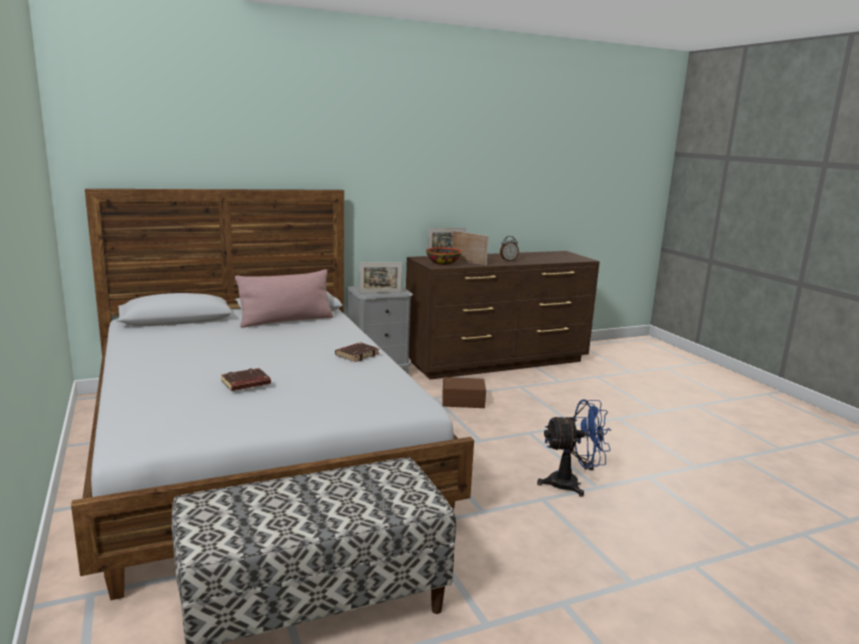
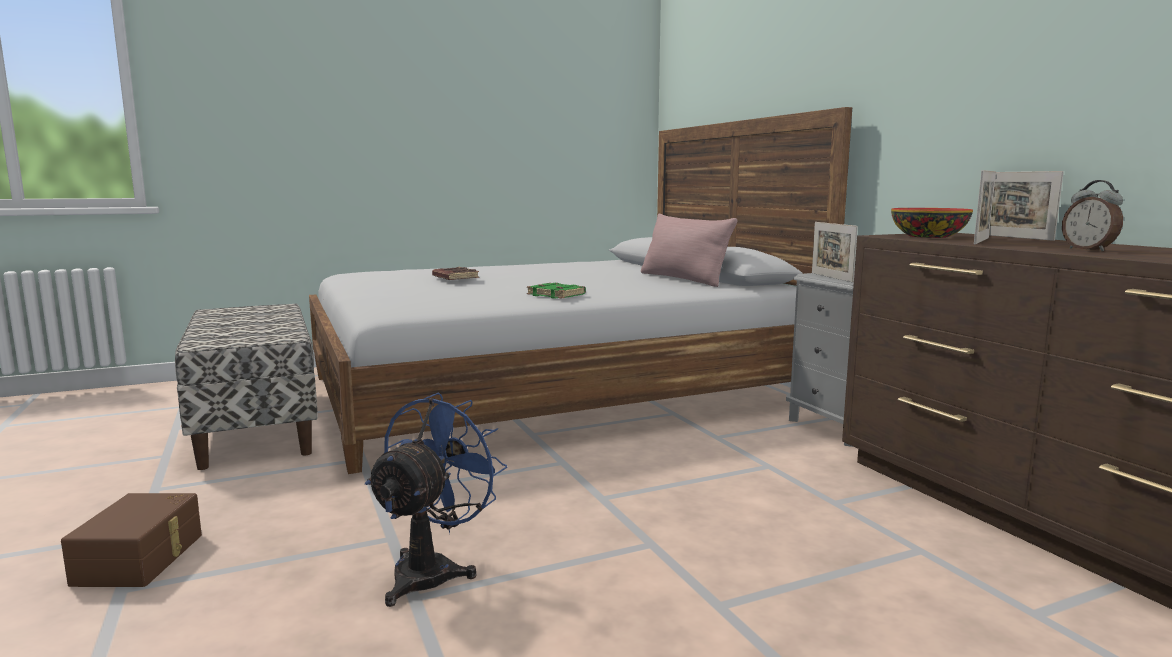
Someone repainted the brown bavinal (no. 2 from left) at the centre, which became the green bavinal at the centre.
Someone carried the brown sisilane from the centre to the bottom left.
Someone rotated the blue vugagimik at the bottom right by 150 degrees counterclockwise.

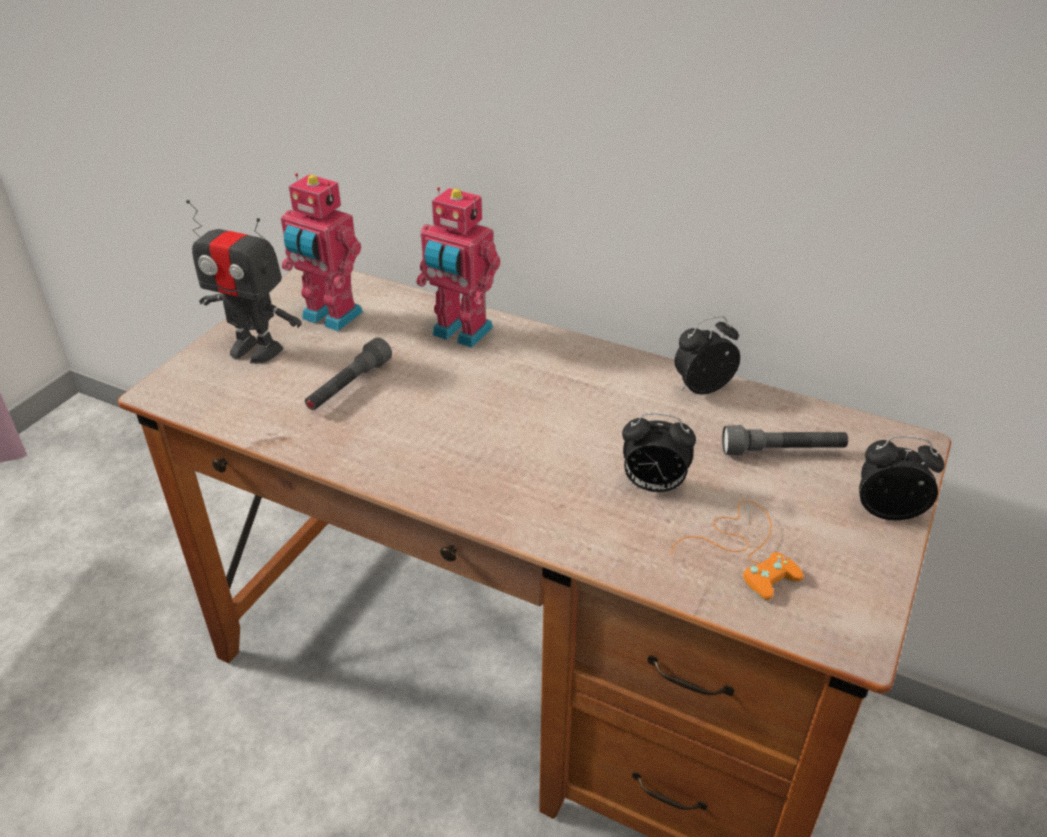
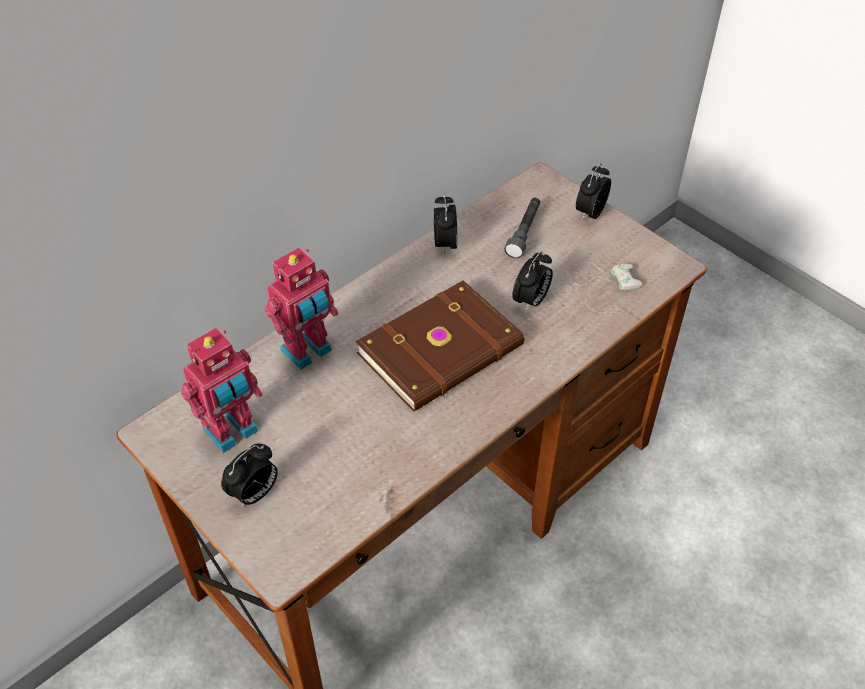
Someone swapped the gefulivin (no. 1 from left) at the middle left for the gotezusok (no. 1 from left) at the bottom left.
Someone took away the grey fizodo (no. 1 from left) at the middle left.
Someone repainted the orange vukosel at the middle right, which became the white vukosel at the middle right.
Someone put down the brown bavinal at the centre.

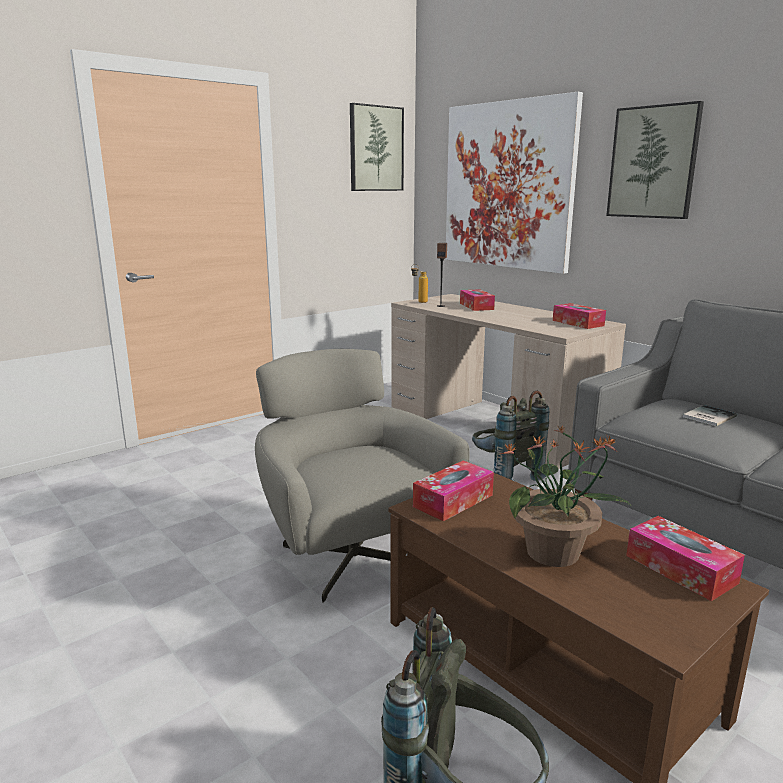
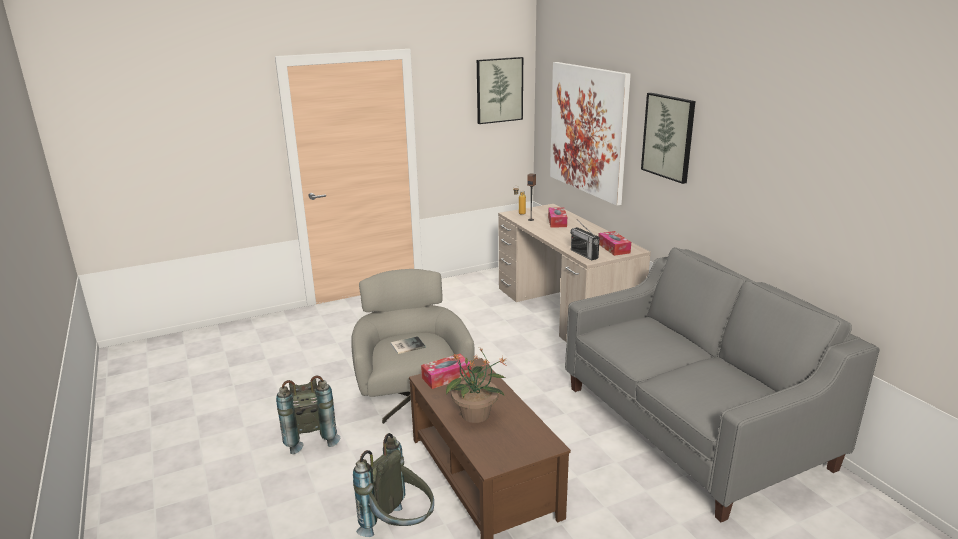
Someone carried the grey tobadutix (no. 2 from left in the first image) from the centre to the bottom left.
Someone carried the bavinal from the middle right to the centre.
Someone took away the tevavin (no. 4 from left) at the bottom right.
Someone put down the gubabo at the centre.

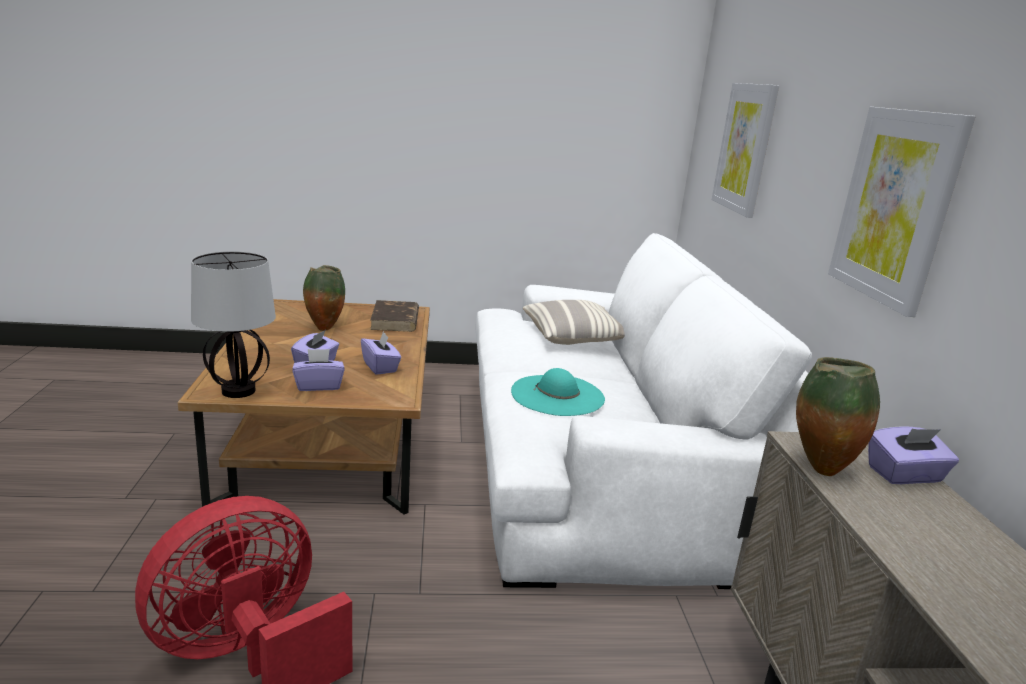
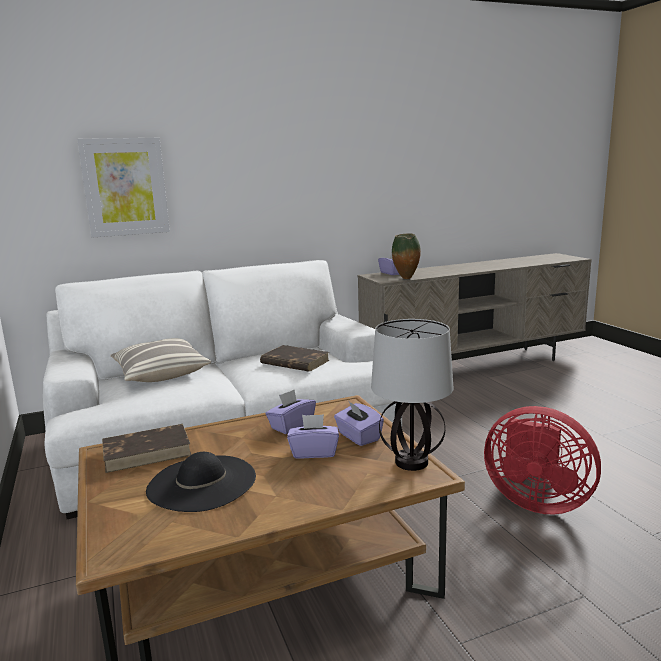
Someone took away the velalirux (no. 2 from left) at the top right.
Someone swapped the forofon (no. 1 from left) at the middle left for the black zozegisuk at the bottom left.
Someone swapped the turquoise zozegisuk at the centre for the brown bavinal (no. 2 from left) at the centre.

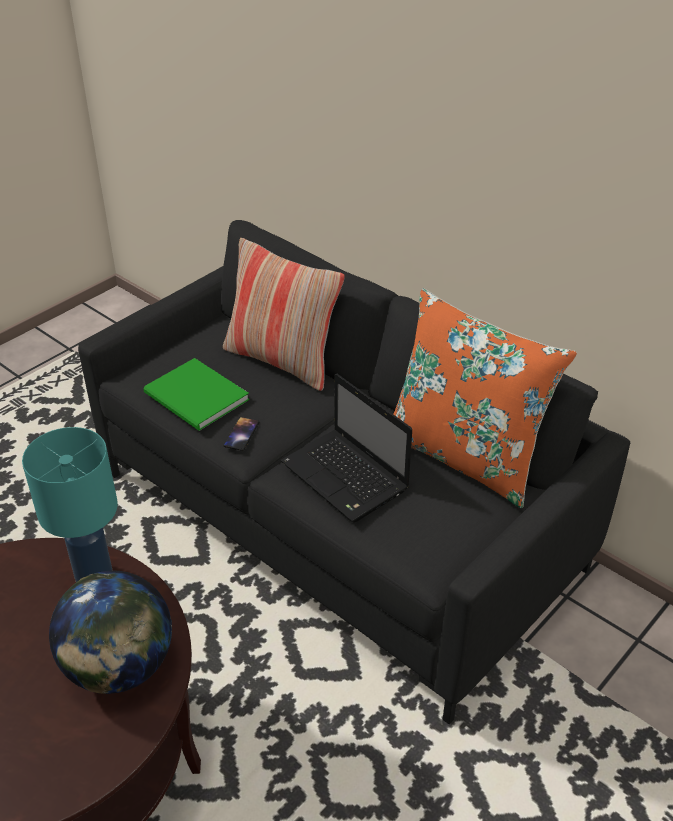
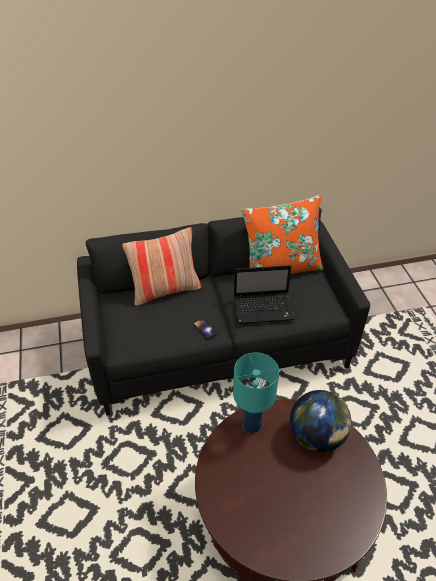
Someone took away the green bavinal at the middle left.

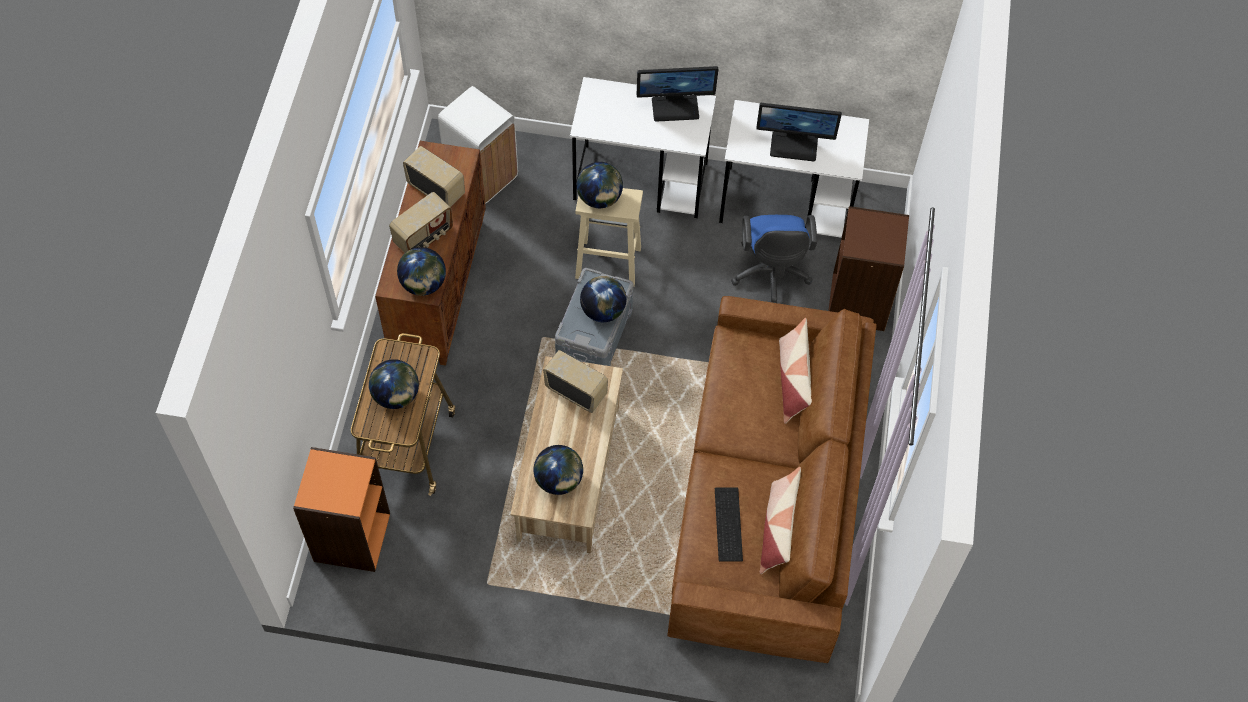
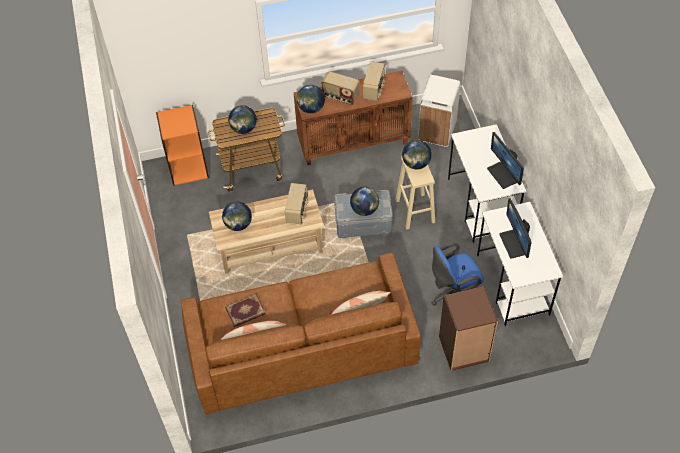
Someone swapped the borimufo at the bottom centre for the bavinal at the bottom centre.

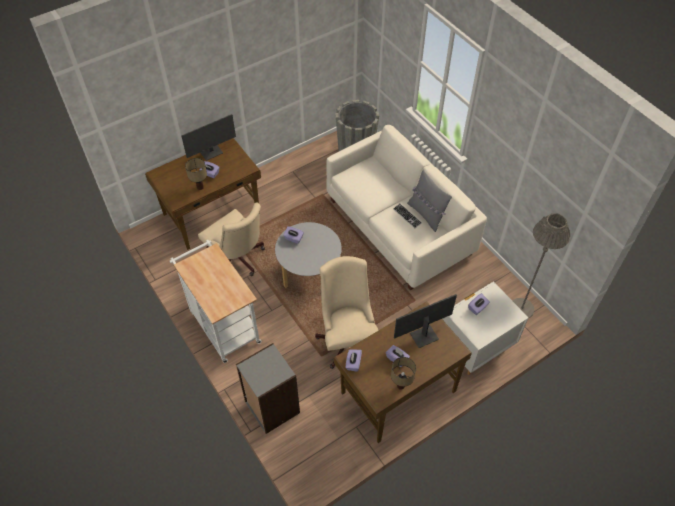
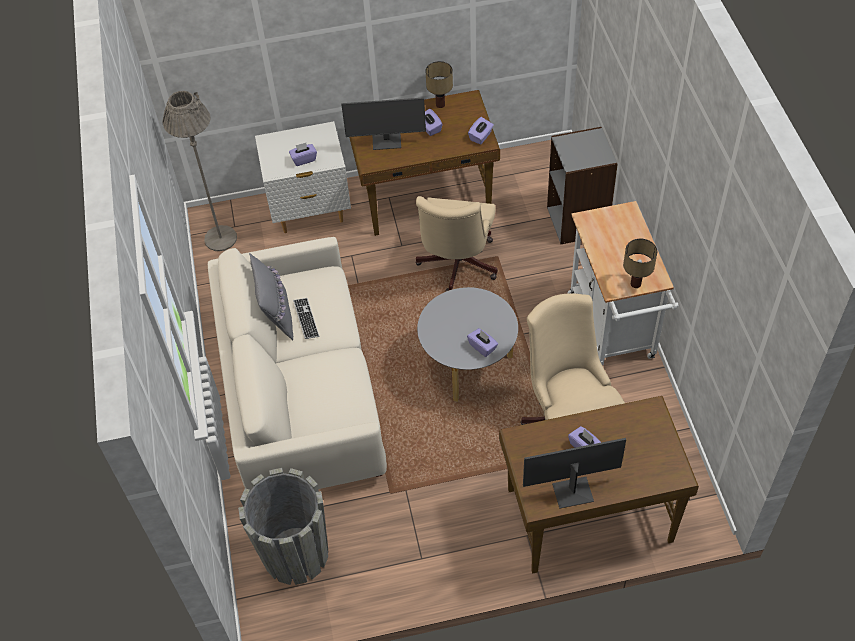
Someone carried the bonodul (no. 1 from left in the first image) from the middle left to the middle right.

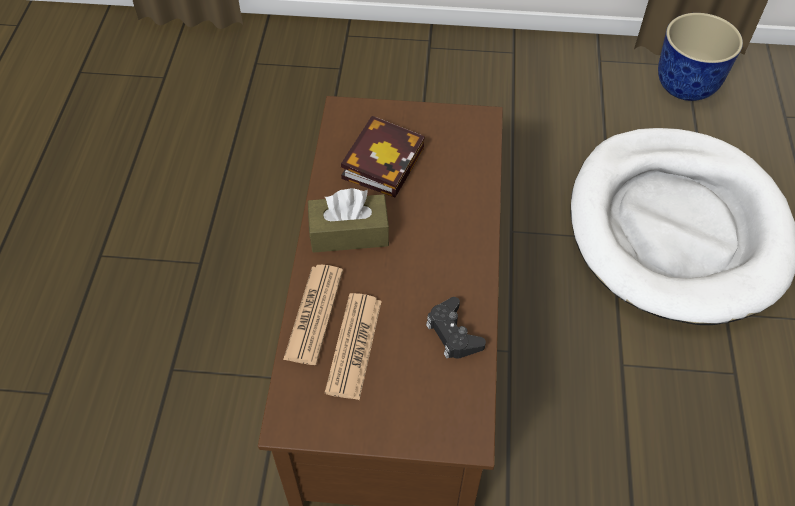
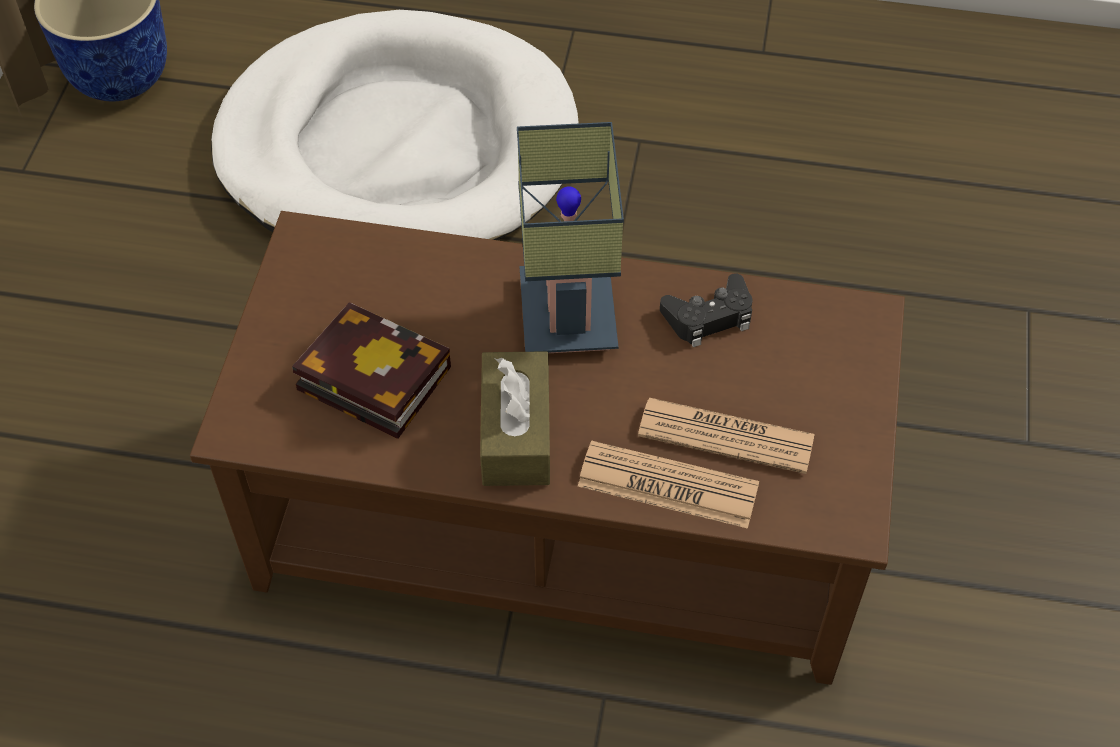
Someone put down the bonodul at the top centre.

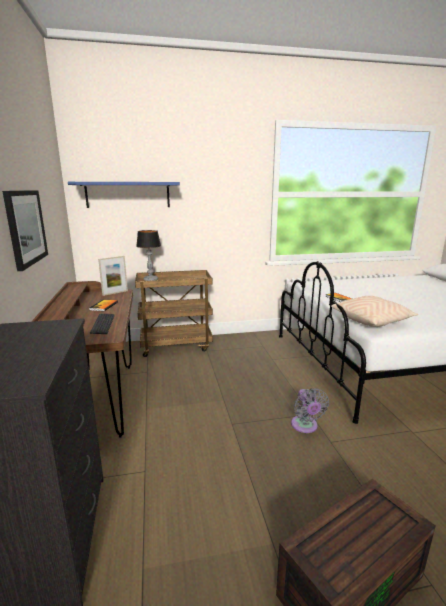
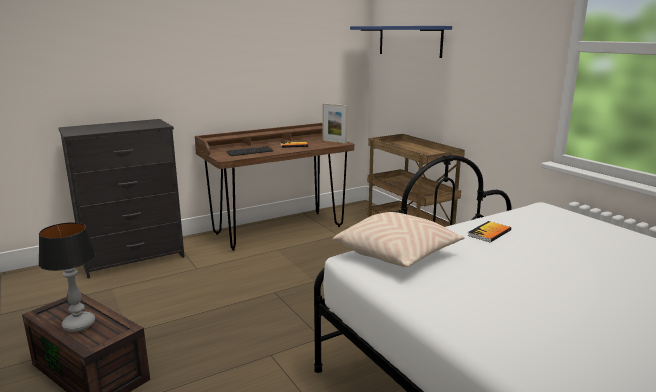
Someone took away the velalirux at the middle left.
Someone carried the bonodul from the middle left to the bottom left.
Someone took away the grey vugagimik at the bottom right.

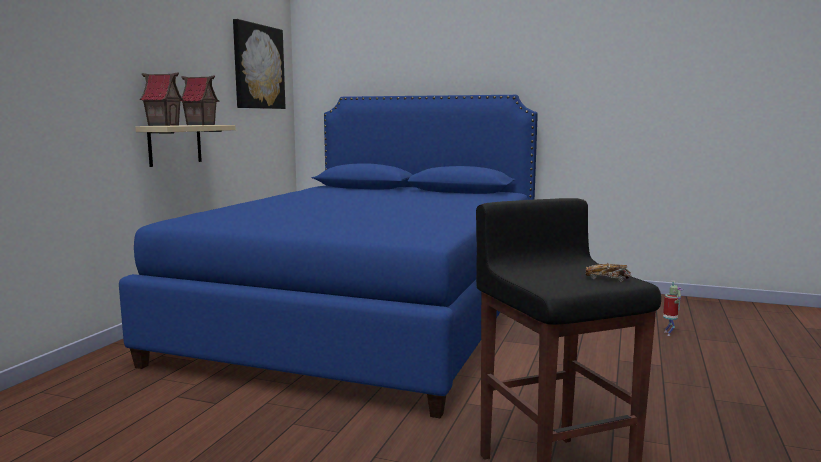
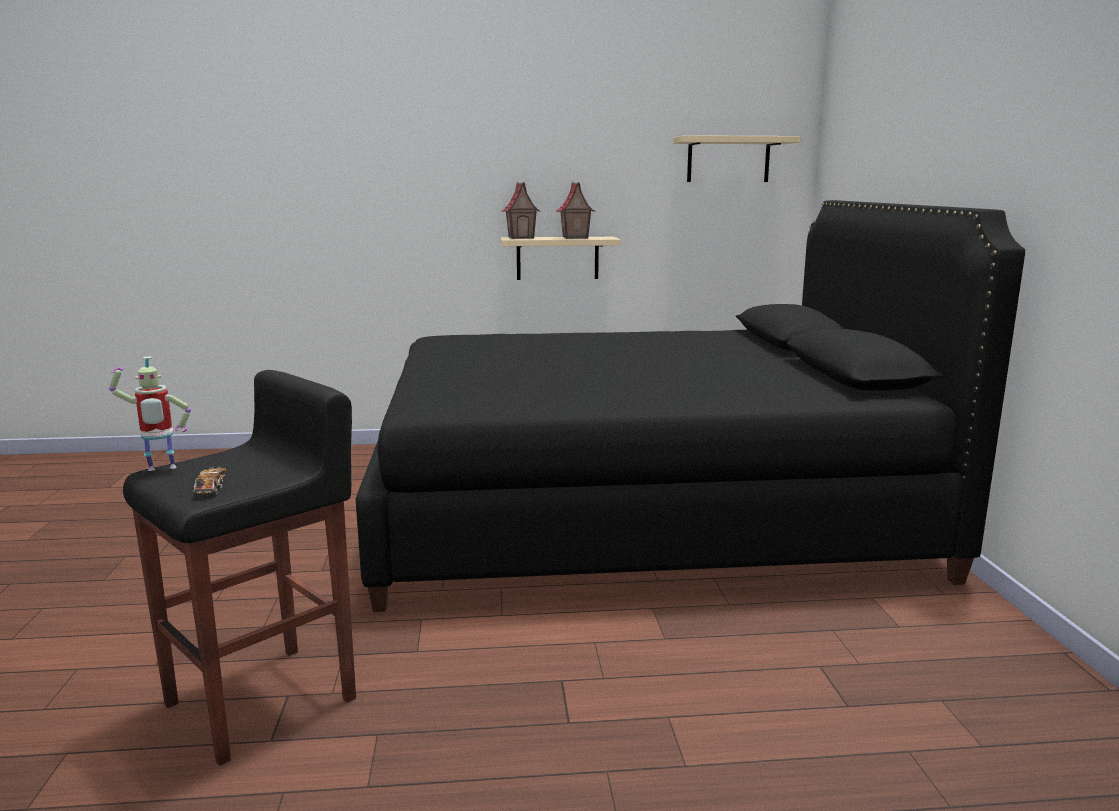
Someone swapped the velalirux at the top left for the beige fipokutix (no. 2 from left) at the top centre.
Someone repainted the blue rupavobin at the centre, which became the black rupavobin at the centre.
Someone carried the gefulivin from the bottom right to the middle left.

